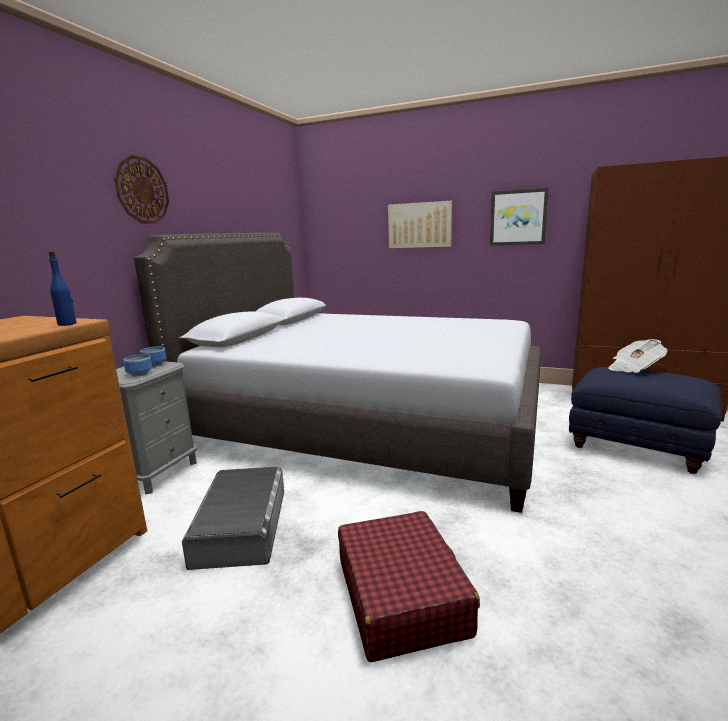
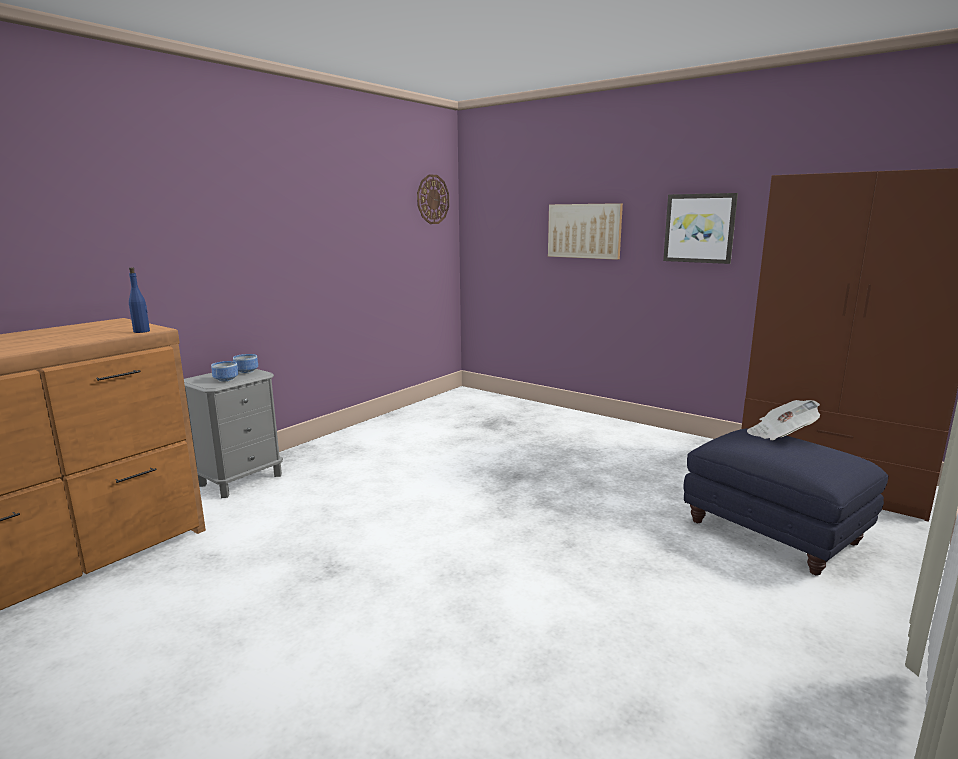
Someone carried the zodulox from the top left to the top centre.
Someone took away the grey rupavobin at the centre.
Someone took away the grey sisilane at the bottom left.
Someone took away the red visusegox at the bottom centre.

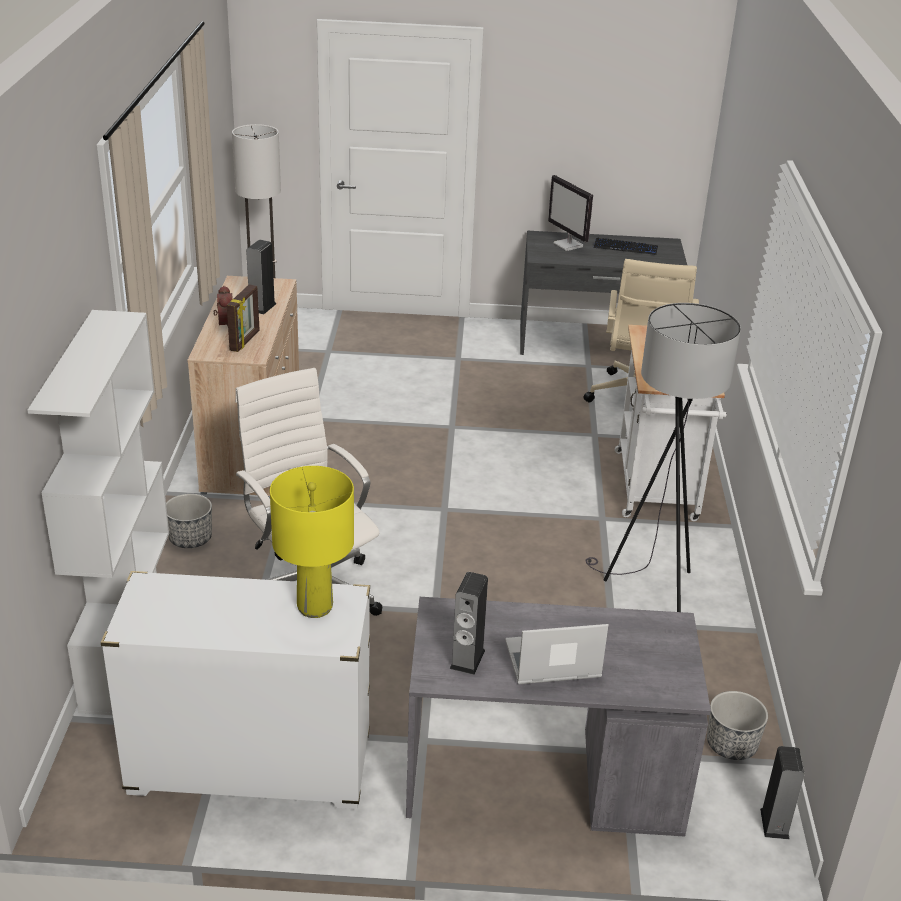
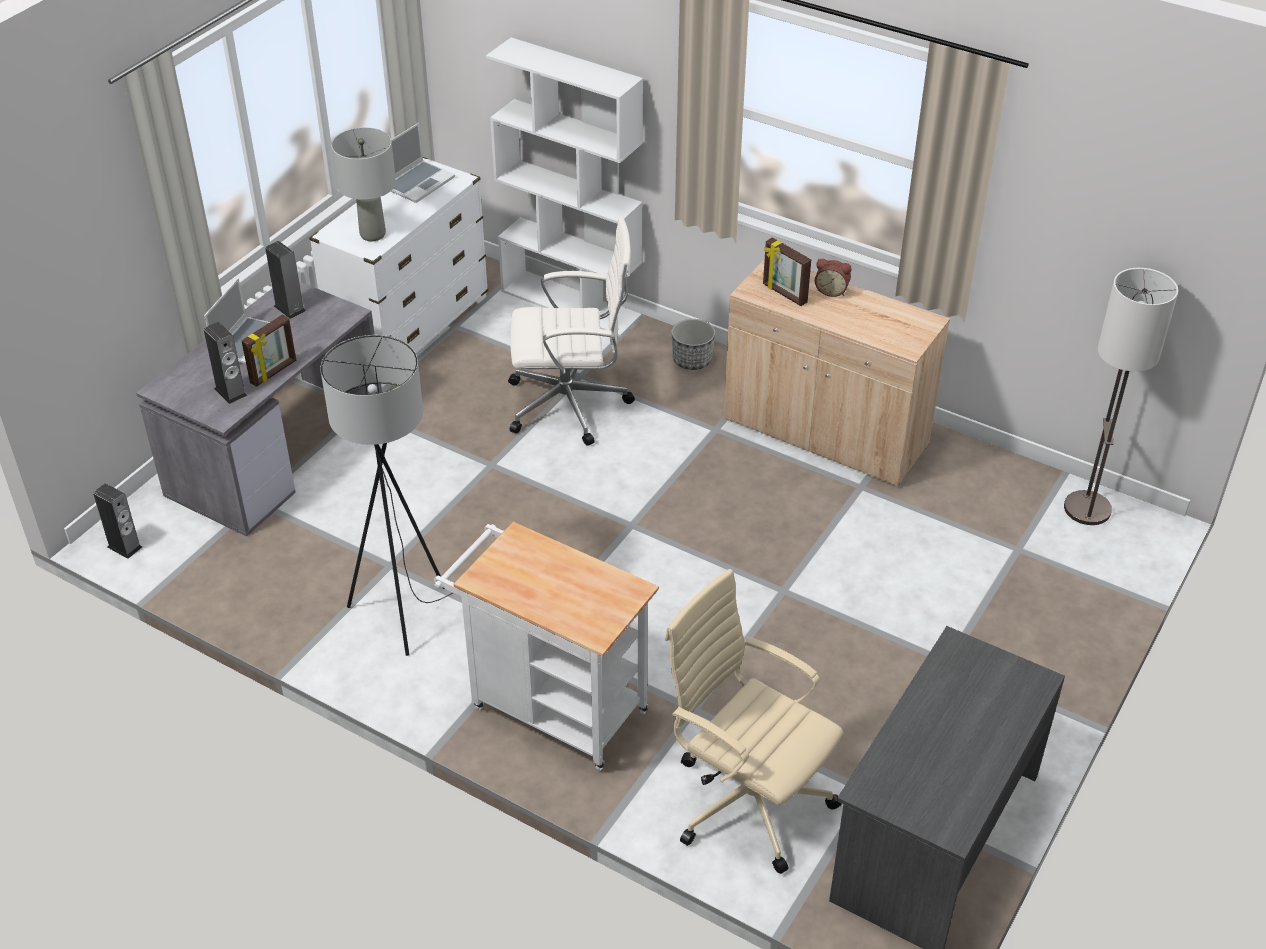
Someone took away the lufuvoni at the top centre.
Someone took away the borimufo at the top right.
Someone carried the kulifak (no. 1 from left in the first image) from the top left to the middle left.
Someone repainted the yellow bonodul at the centre, which became the grey bonodul at the top left.
Someone took away the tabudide (no. 2 from left) at the bottom right.
Someone put down the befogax (no. 2 from left) at the top centre.
Someone put down the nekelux (no. 1 from left) at the middle left.

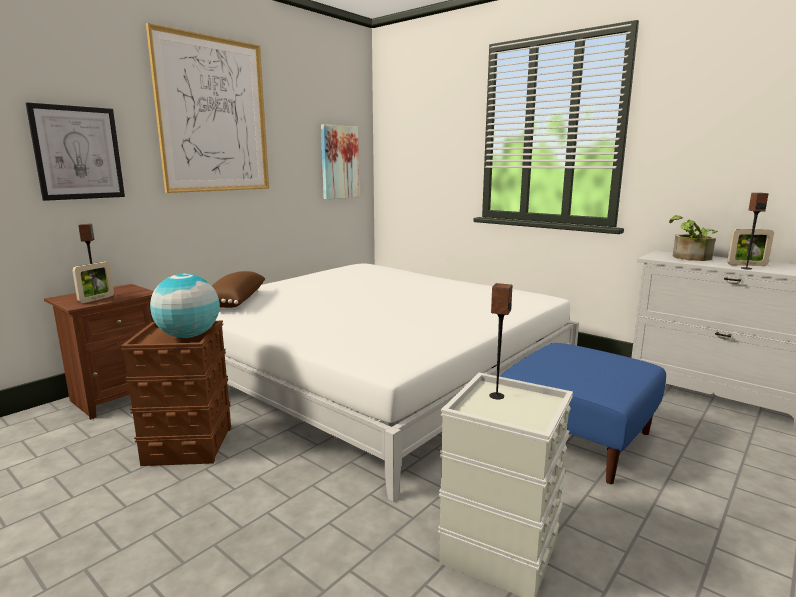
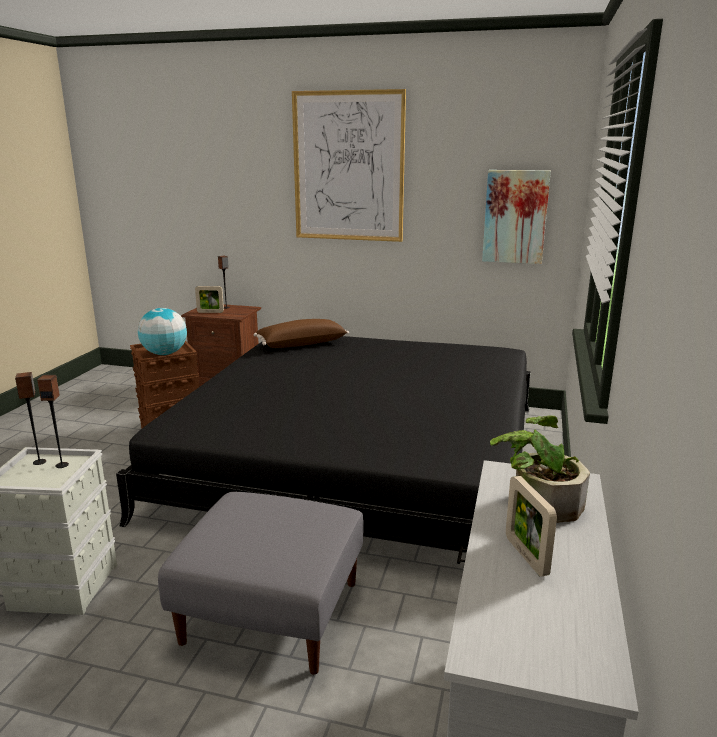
Someone took away the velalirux (no. 1 from left) at the top left.
Someone carried the kulifak (no. 3 from left in the first image) from the middle right to the middle left.
Someone repainted the white rupavobin at the centre, which became the black rupavobin at the centre.
Someone repainted the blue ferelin at the bottom right, which became the grey ferelin at the bottom centre.

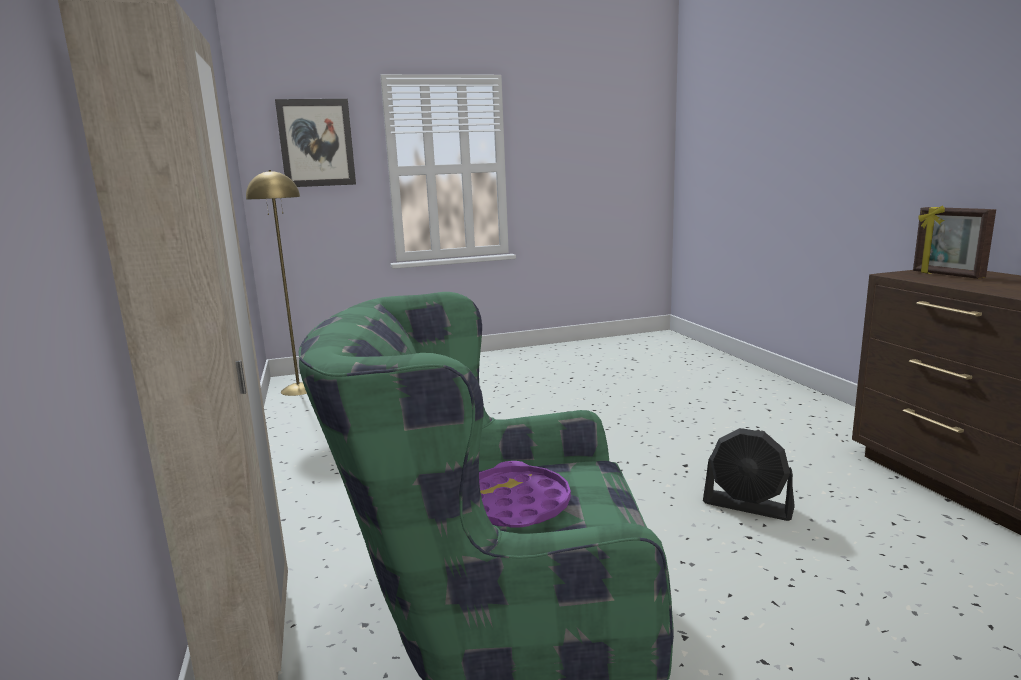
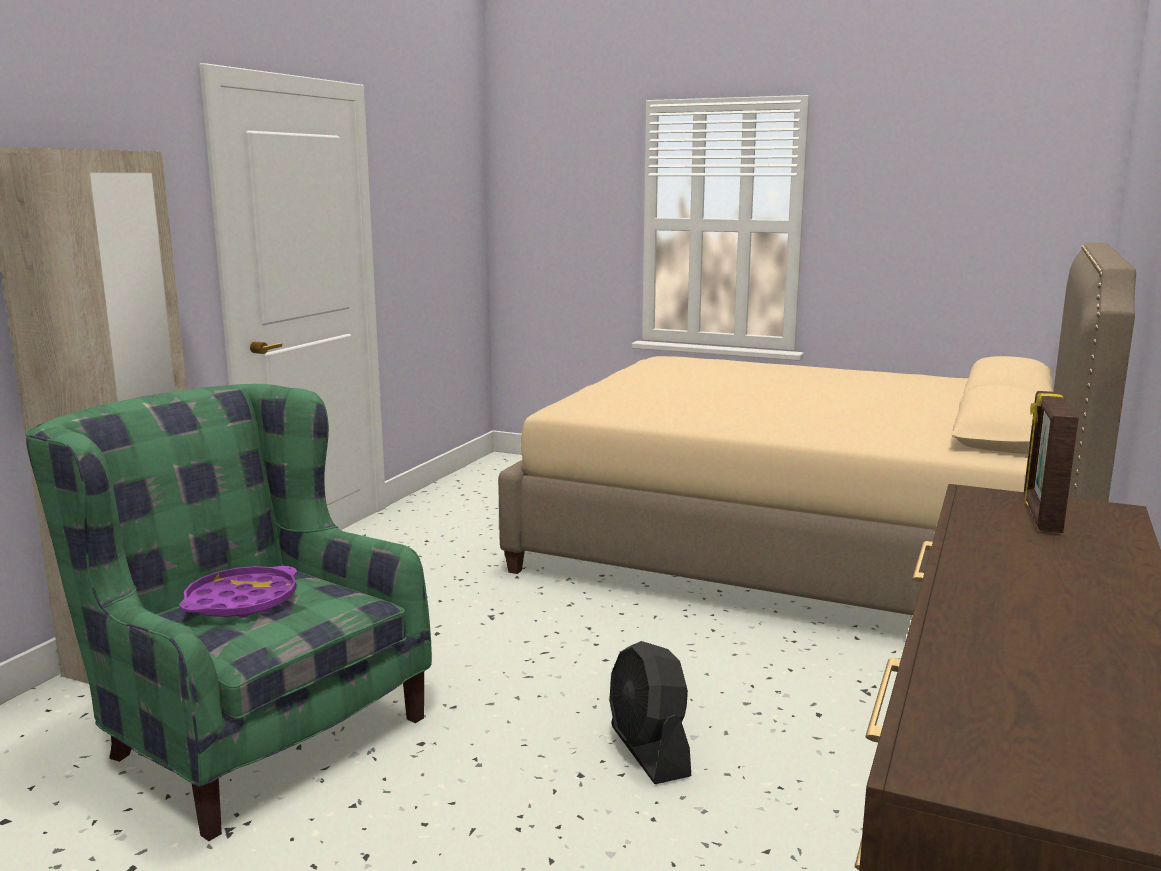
Someone took away the velalirux at the top left.
Someone took away the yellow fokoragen at the middle left.
Someone put down the beige rupavobin at the middle right.

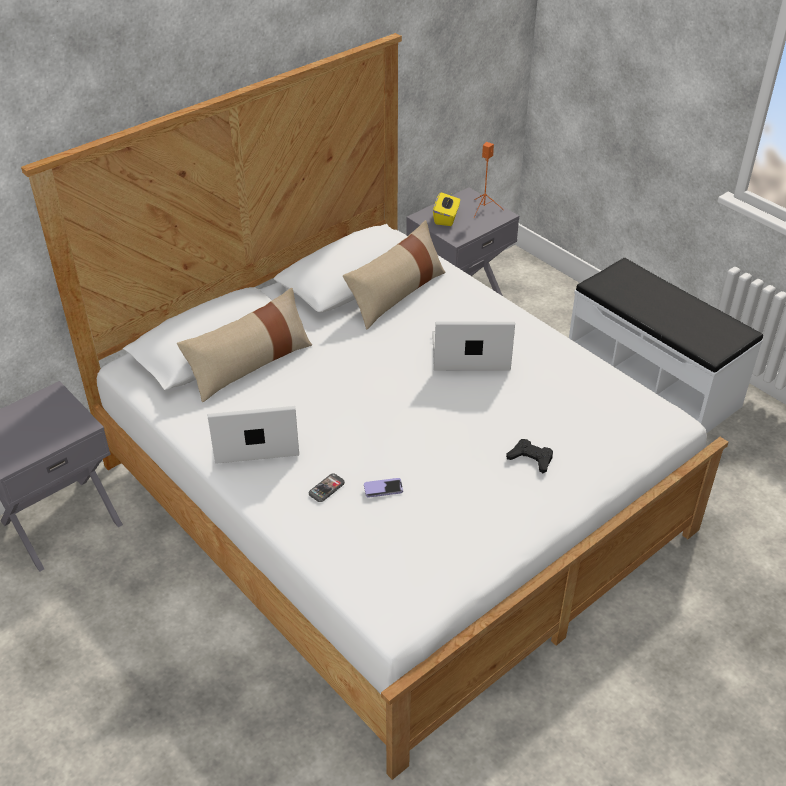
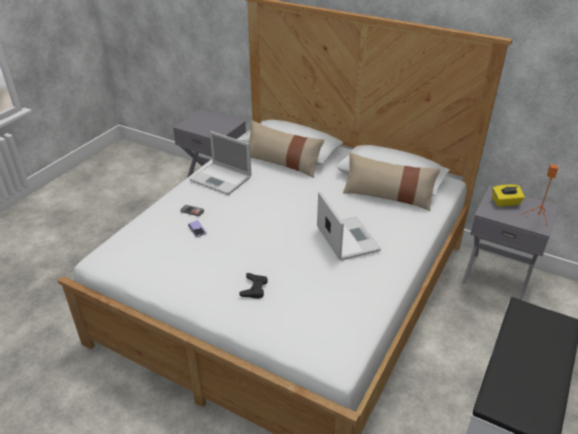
Someone rotated the befogax (no. 1 from left) at the middle left by 150 degrees clockwise.

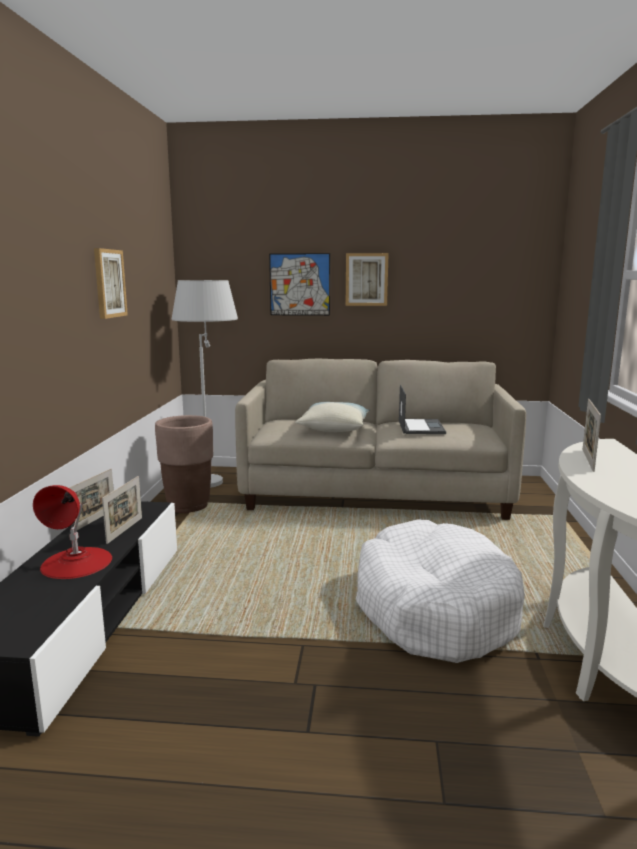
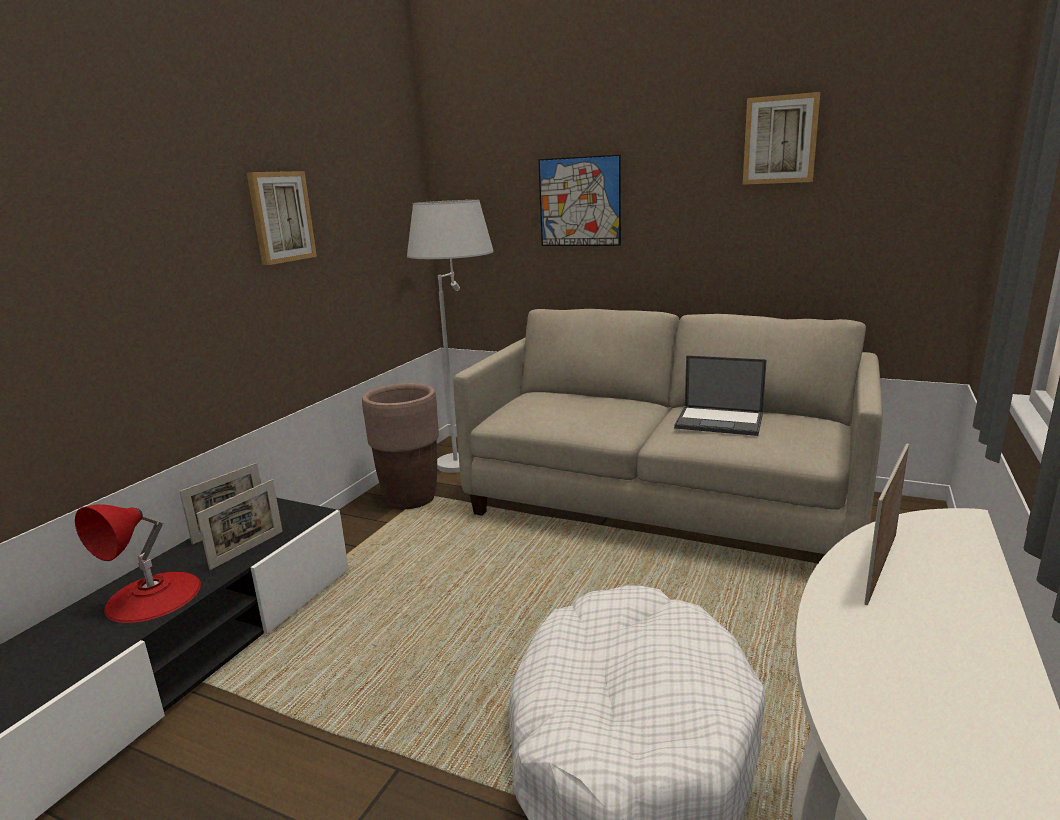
Someone carried the velalirux (no. 3 from left) from the top centre to the top right.
Someone rotated the befogax at the centre by 90 degrees clockwise.
Someone took away the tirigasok at the centre.

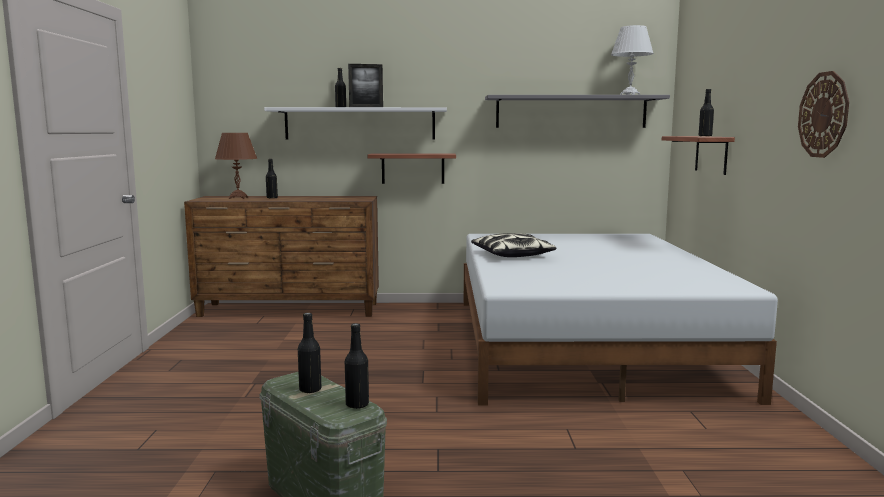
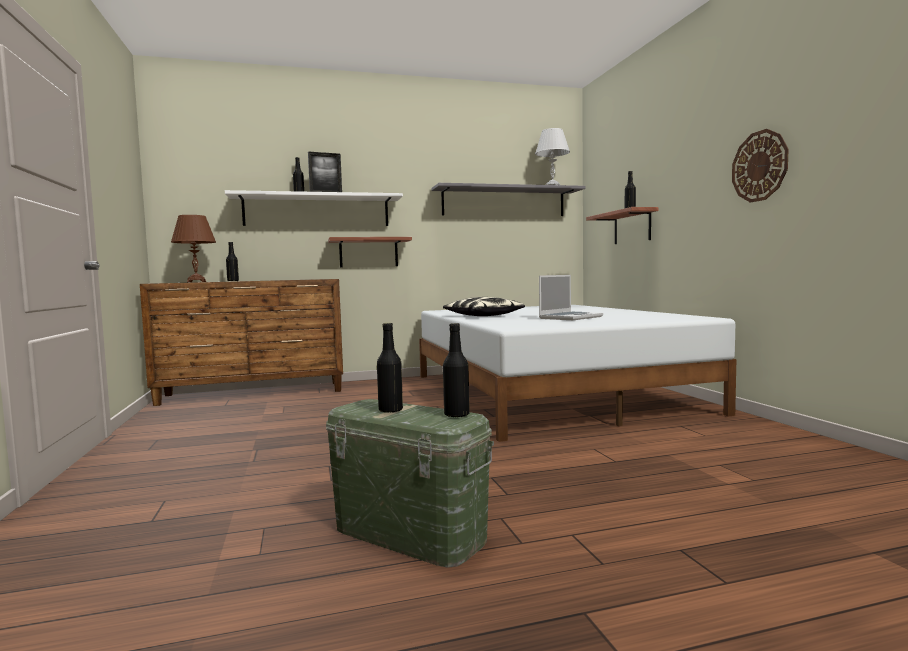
Someone put down the befogax at the centre.

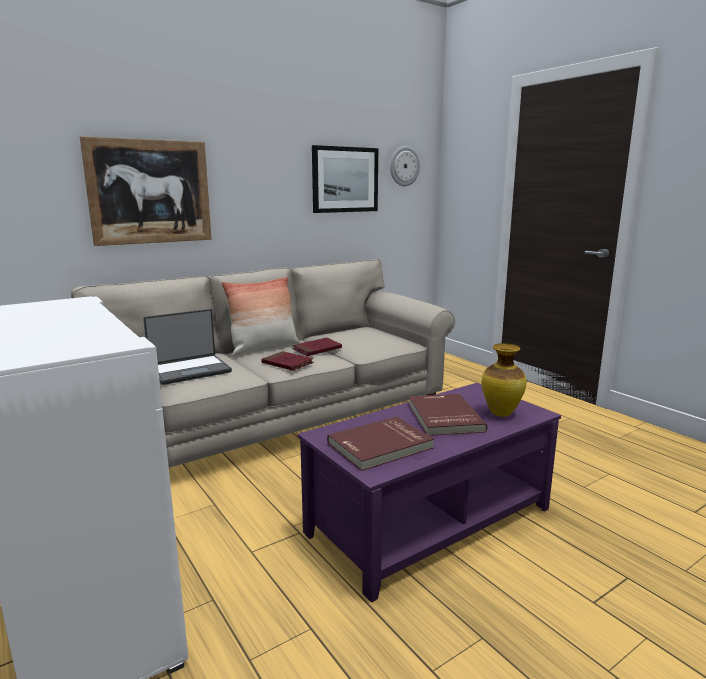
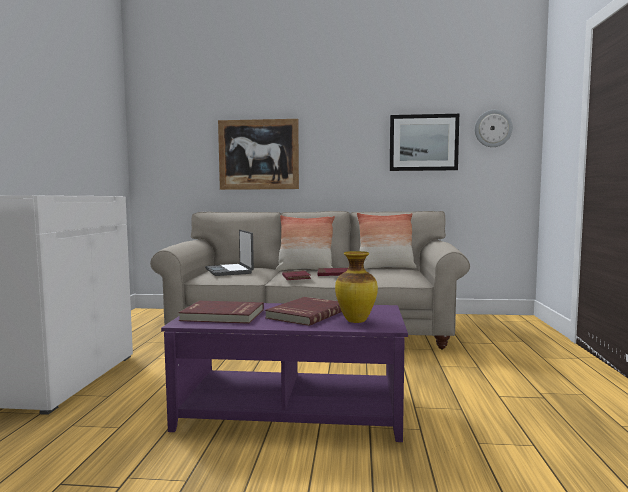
Someone rotated the befogax at the middle left by 60 degrees clockwise.
Someone put down the tirigasok (no. 2 from left) at the centre.

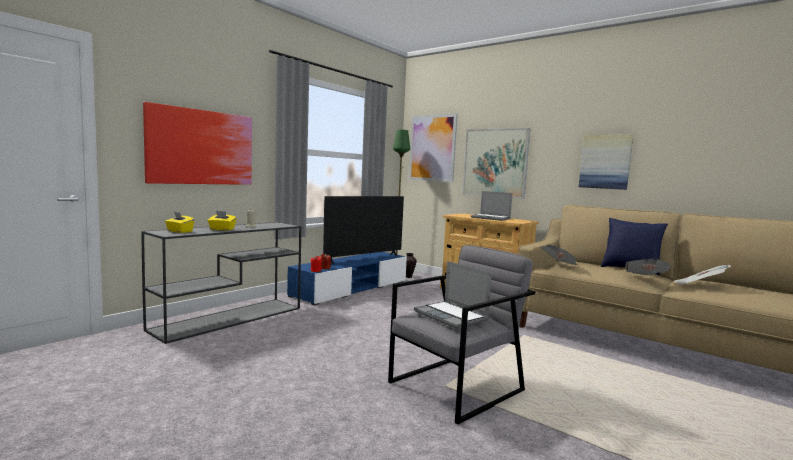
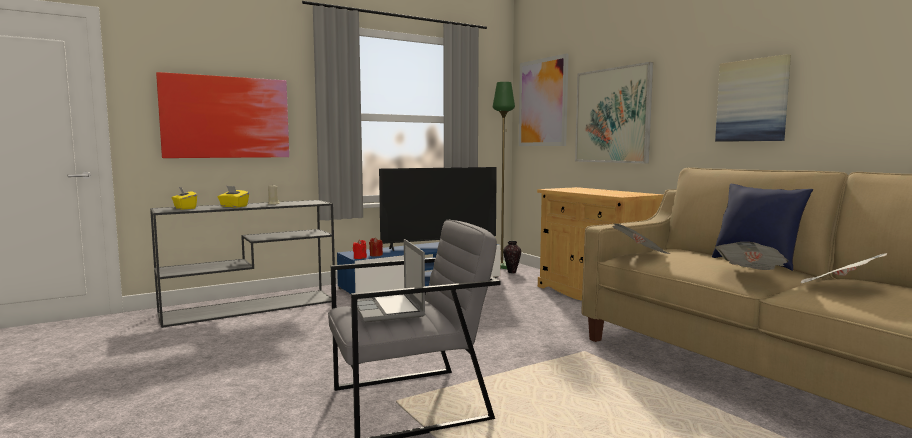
Someone took away the befogax (no. 2 from left) at the centre.

